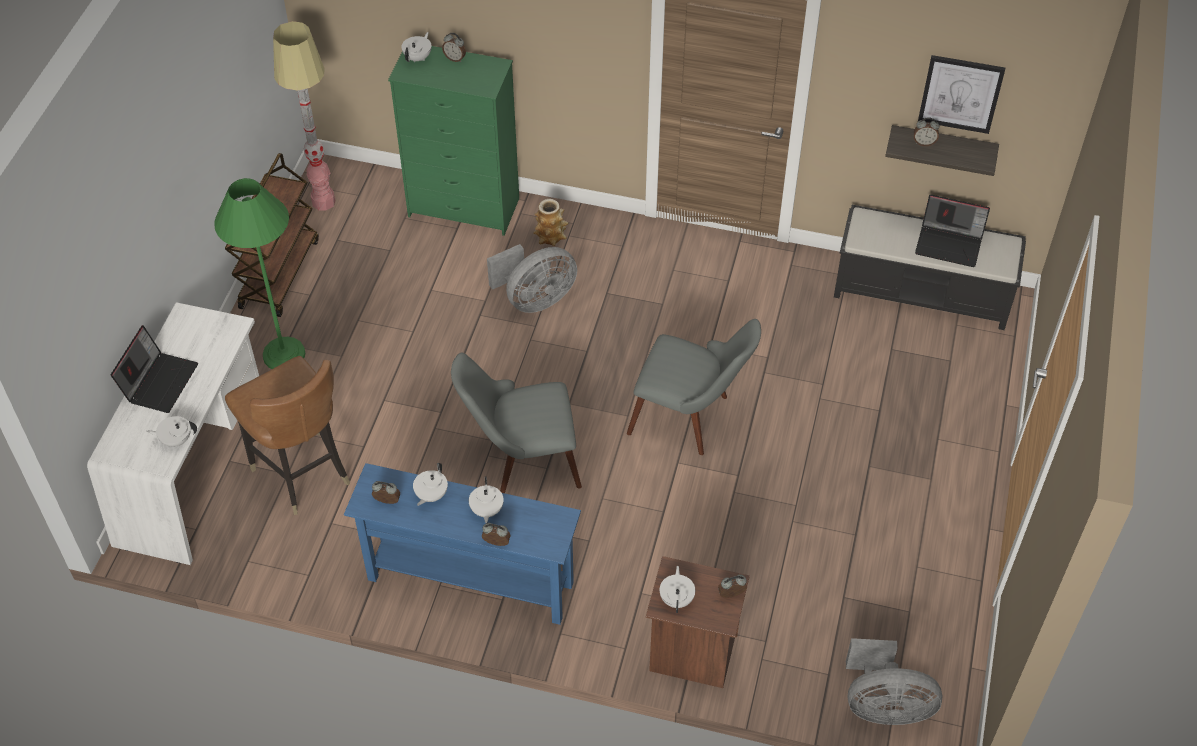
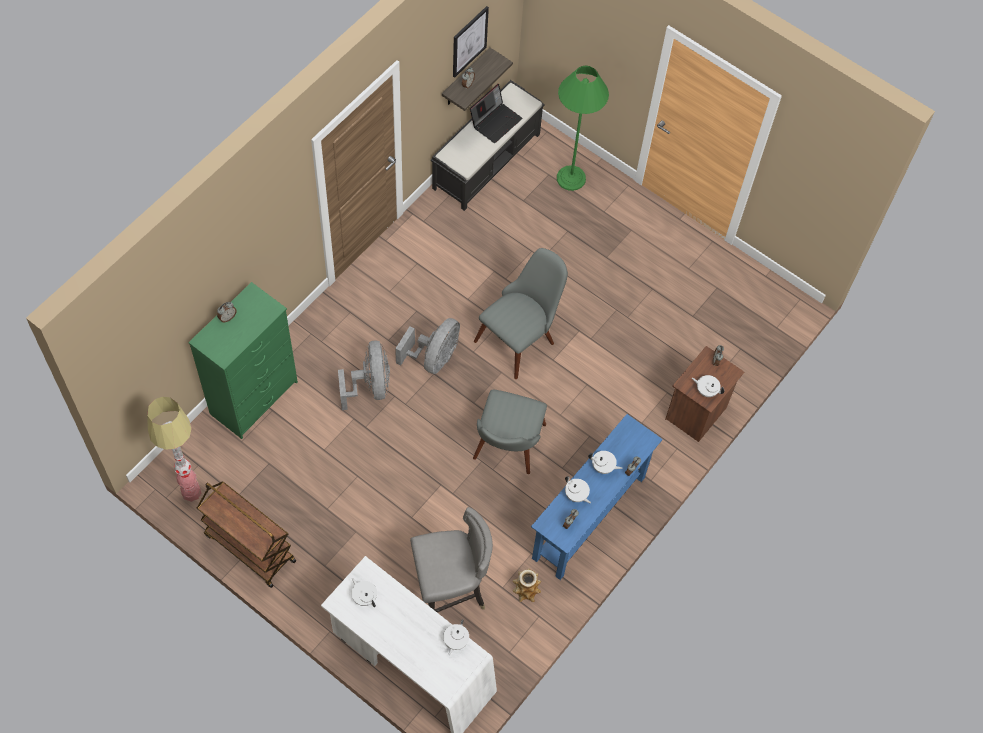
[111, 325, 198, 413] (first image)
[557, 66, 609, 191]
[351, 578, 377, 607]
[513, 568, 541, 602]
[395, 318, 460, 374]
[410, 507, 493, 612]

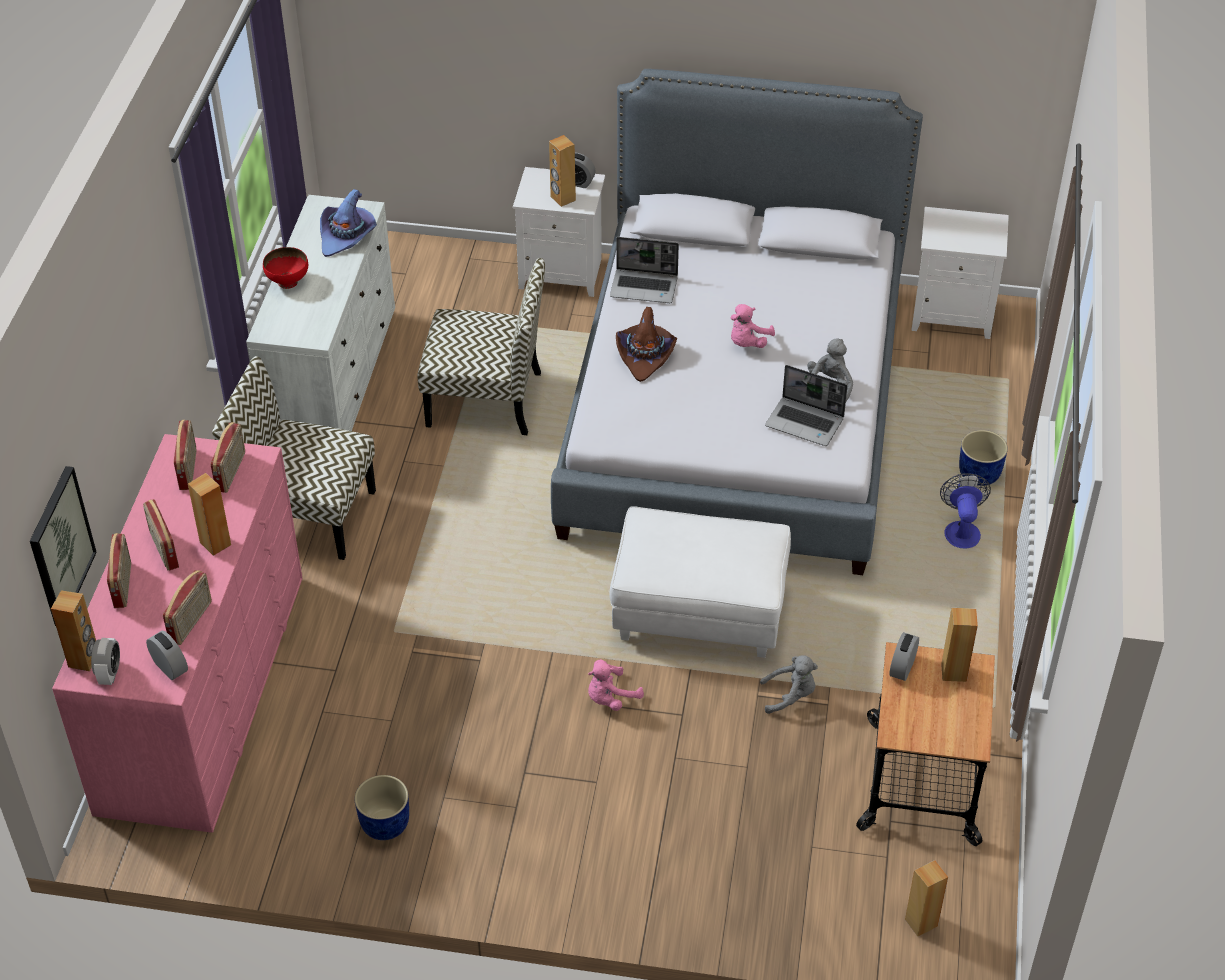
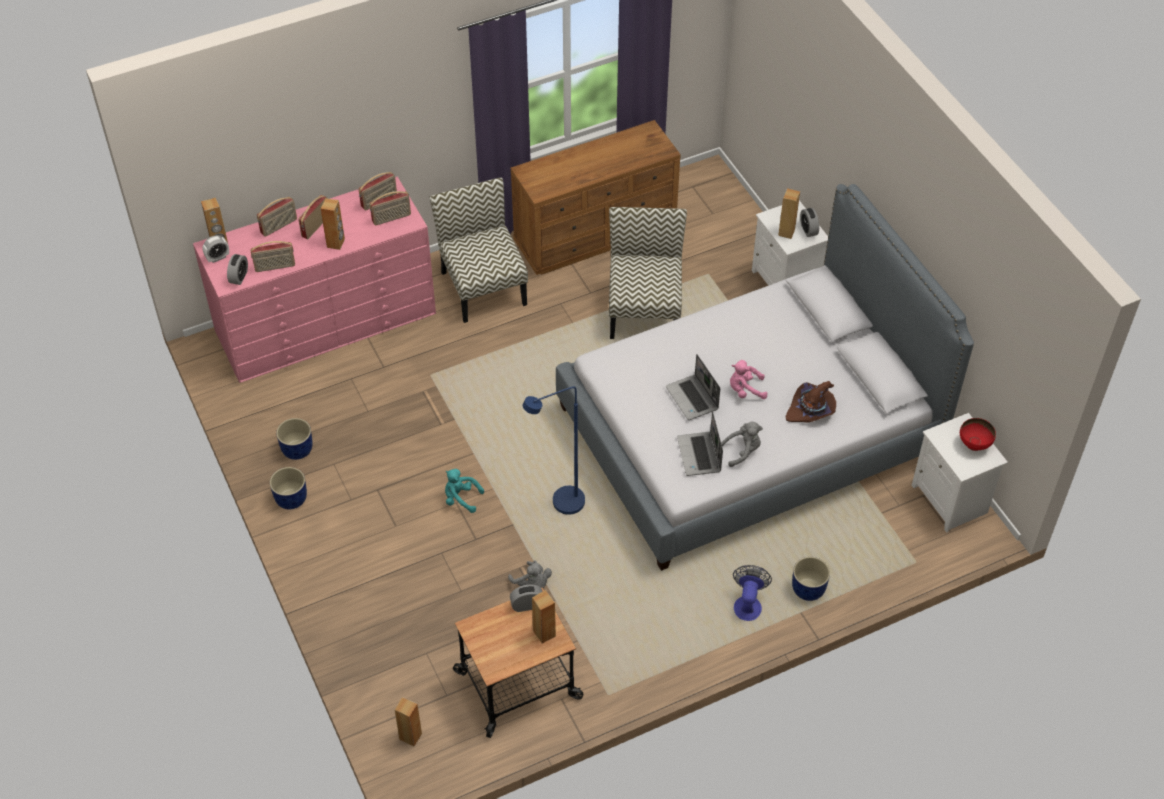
[30, 466, 97, 626] (first image)
[320, 189, 377, 257] (first image)
[270, 467, 307, 509]
[960, 418, 996, 451]
[666, 354, 720, 420]
[786, 381, 836, 422]
[523, 386, 585, 515]
[511, 120, 681, 275]
[445, 469, 484, 513]
[609, 207, 687, 339]
[733, 565, 772, 621]

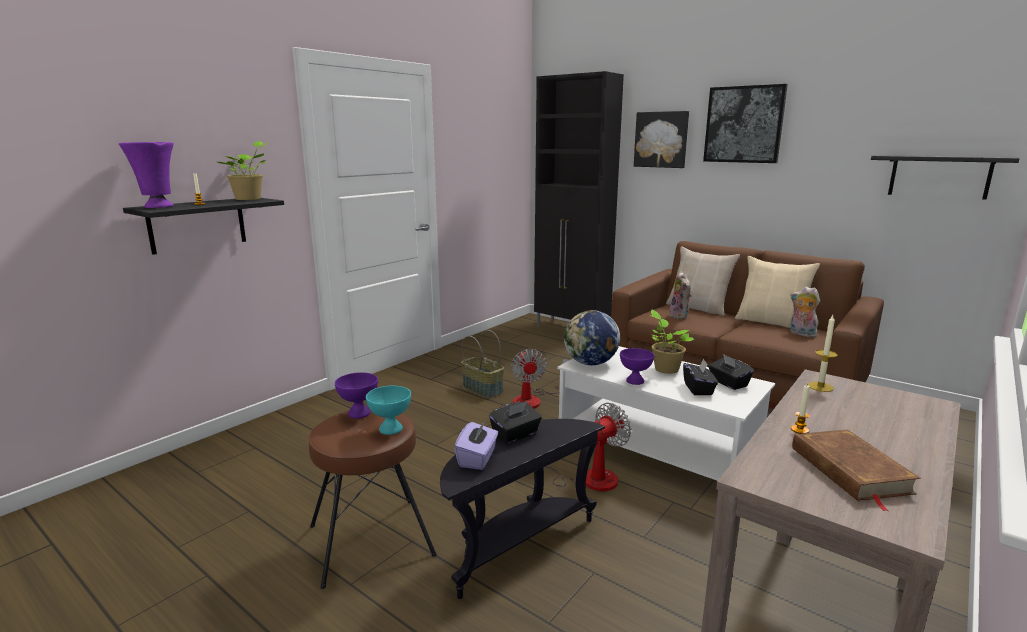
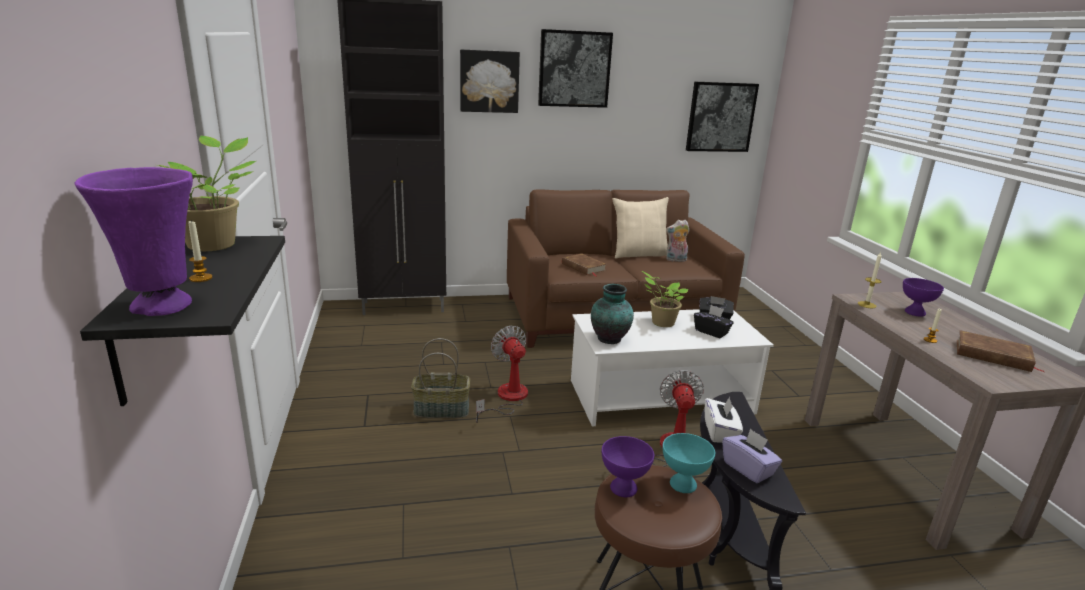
[666, 246, 740, 316] (first image)
[903, 278, 944, 317]
[591, 284, 634, 344]
[562, 253, 606, 276]
[686, 82, 759, 152]
[705, 397, 743, 443]
[476, 326, 528, 423]

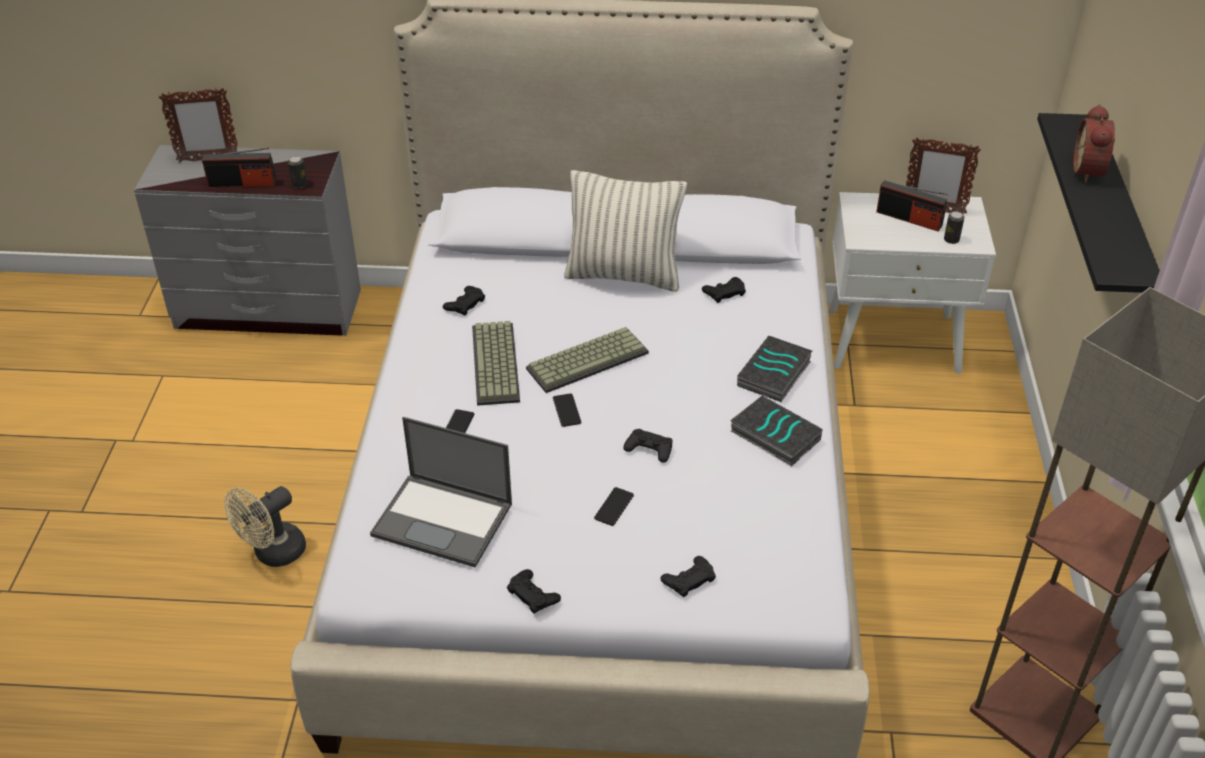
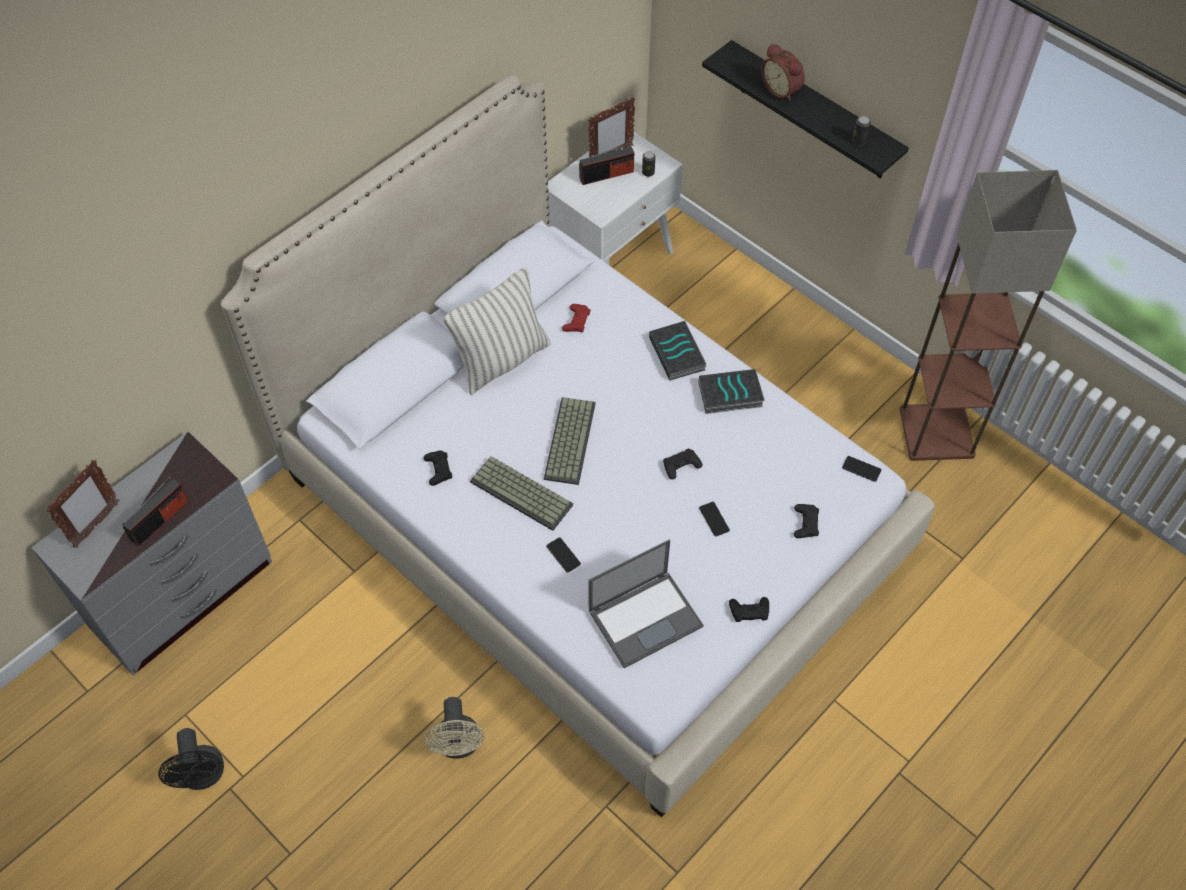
[158, 728, 224, 790]
[852, 116, 871, 146]
[842, 456, 881, 482]
[562, 304, 591, 332]

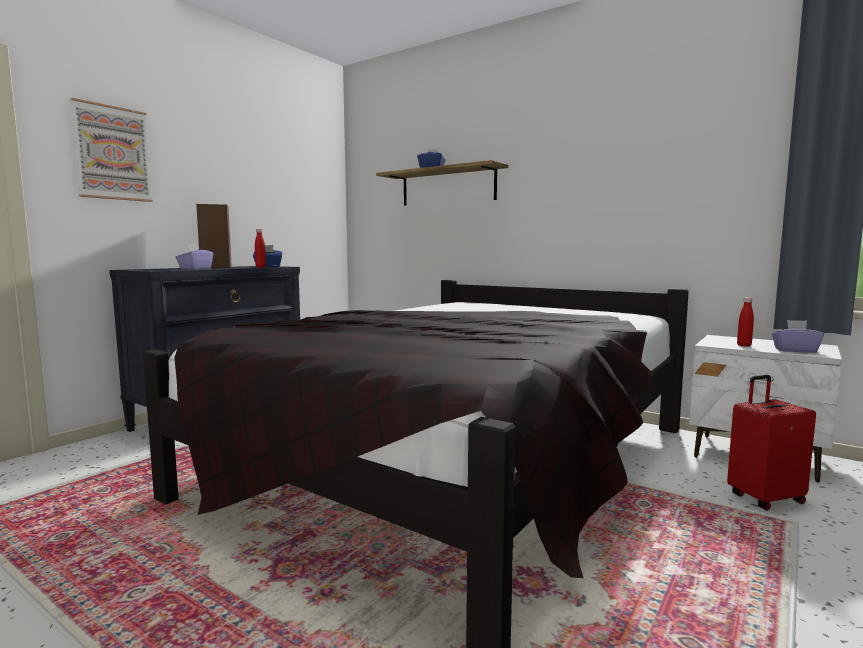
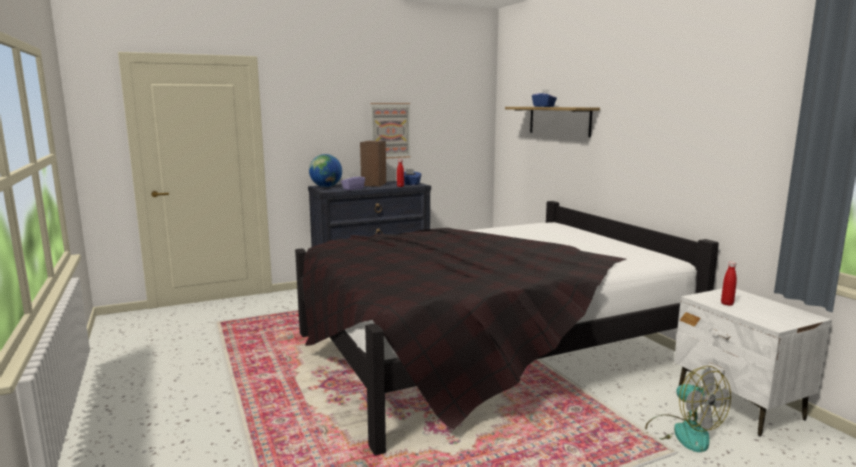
[772, 320, 824, 353] (first image)
[309, 154, 342, 187]
[370, 103, 411, 158]
[645, 366, 731, 452]

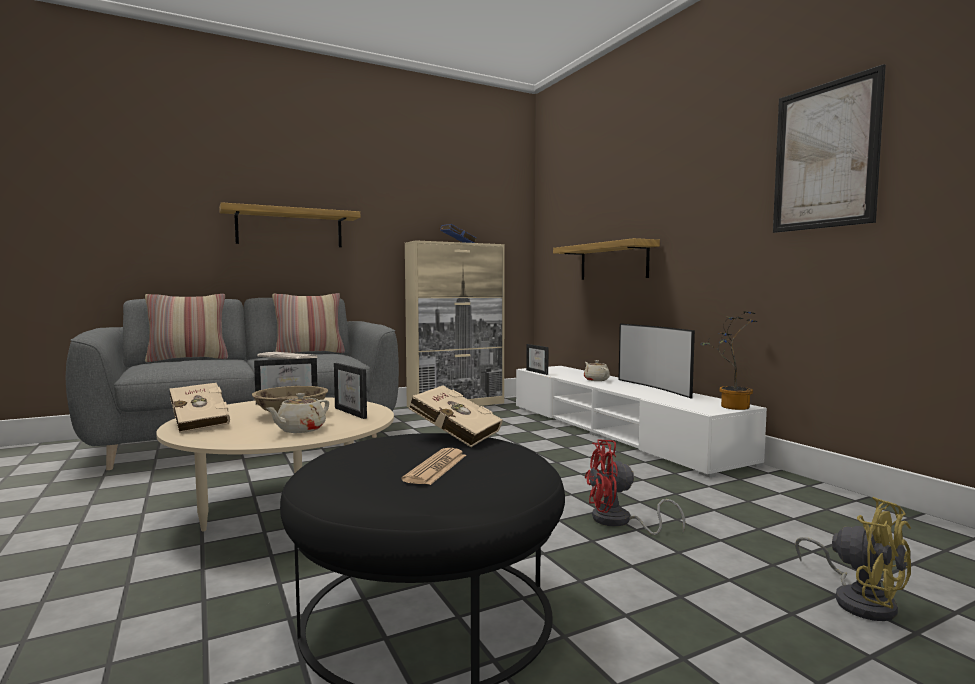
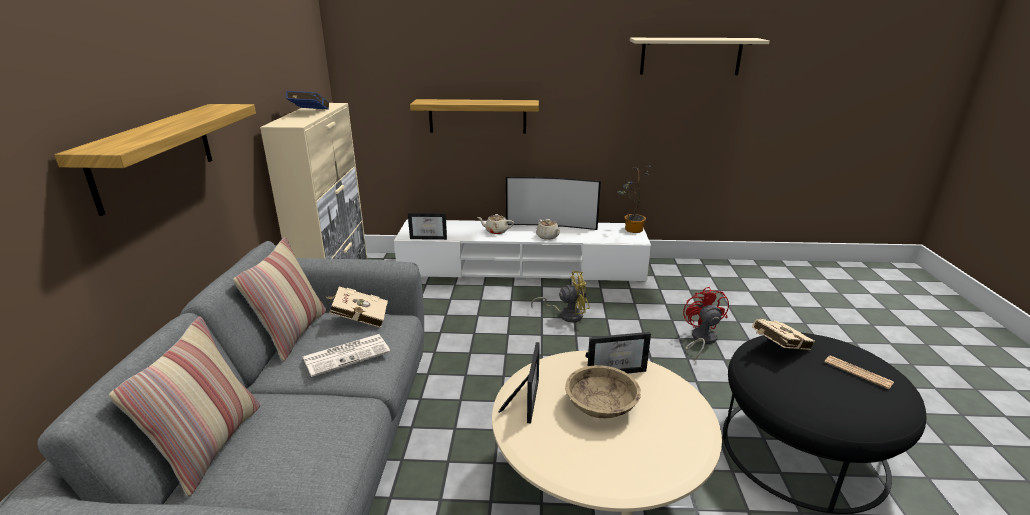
[326, 286, 388, 328]
[536, 219, 560, 240]
[531, 271, 590, 322]
[630, 38, 770, 75]
[683, 287, 729, 361]

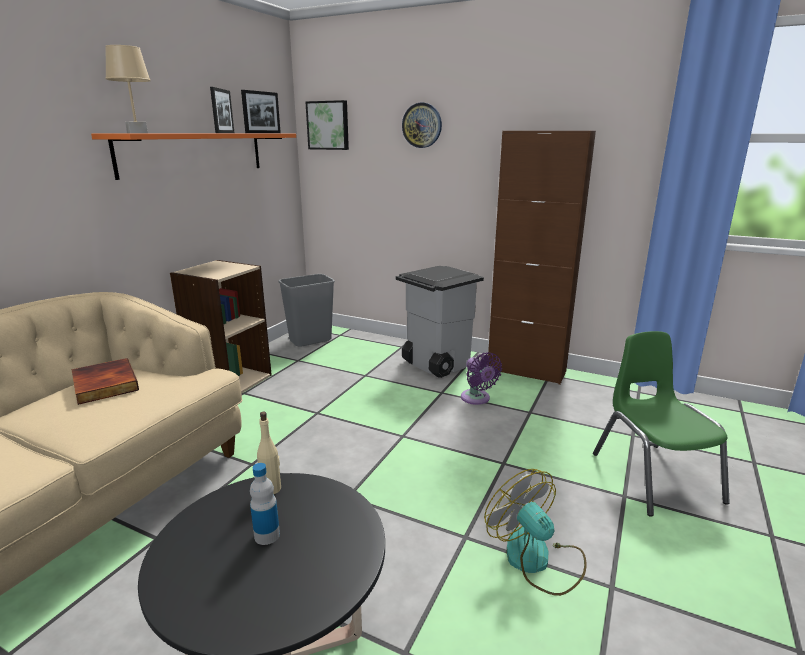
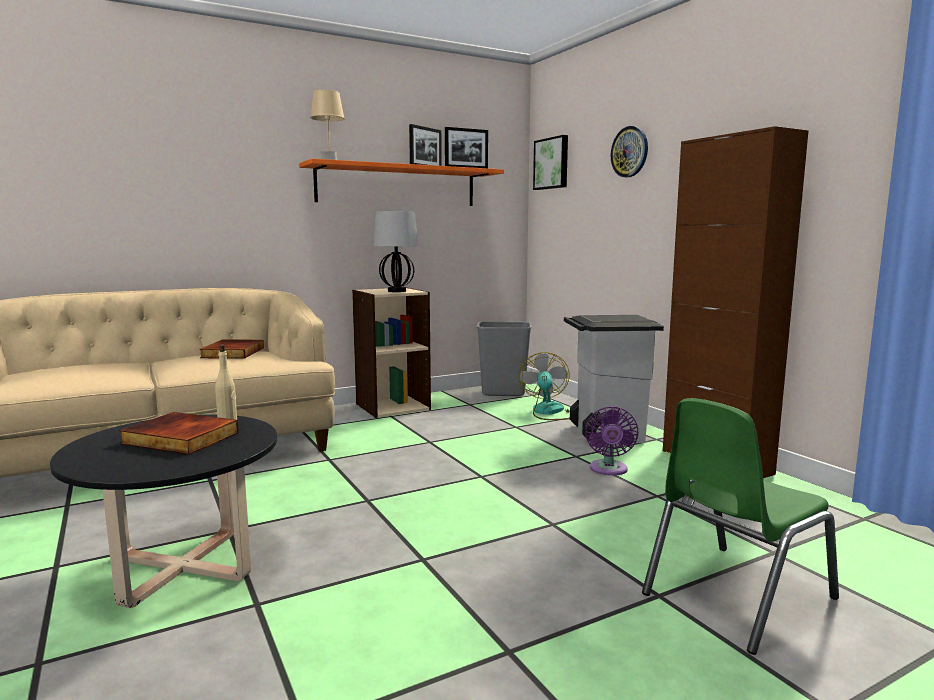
[374, 211, 418, 292]
[519, 352, 570, 420]
[119, 412, 239, 455]
[642, 398, 839, 655]

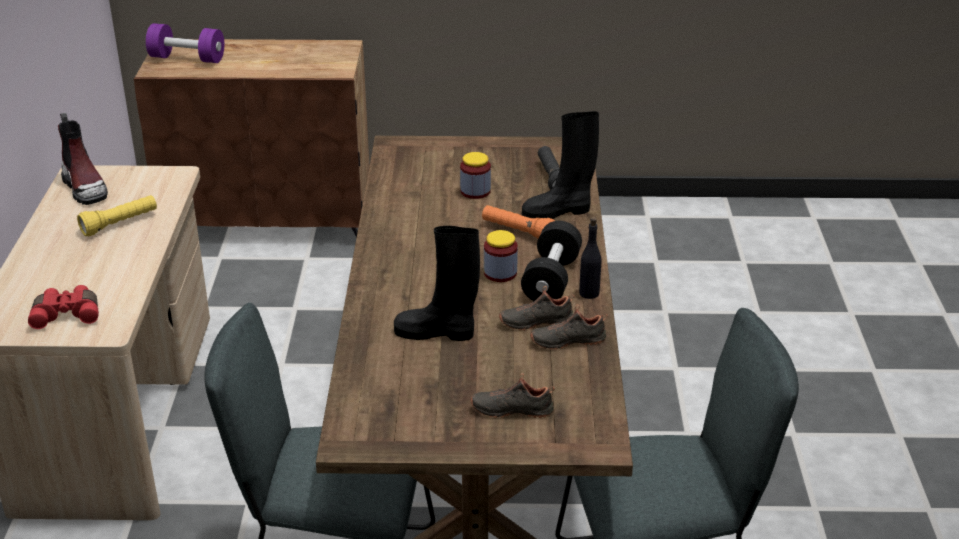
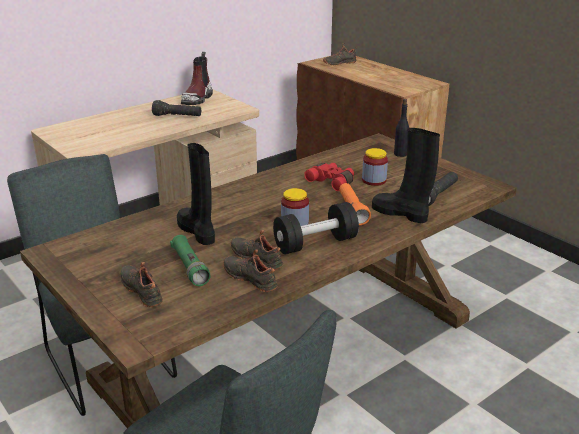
[170, 235, 211, 286]
[304, 163, 354, 191]
[394, 99, 409, 157]
[323, 43, 357, 66]
[152, 100, 201, 116]

